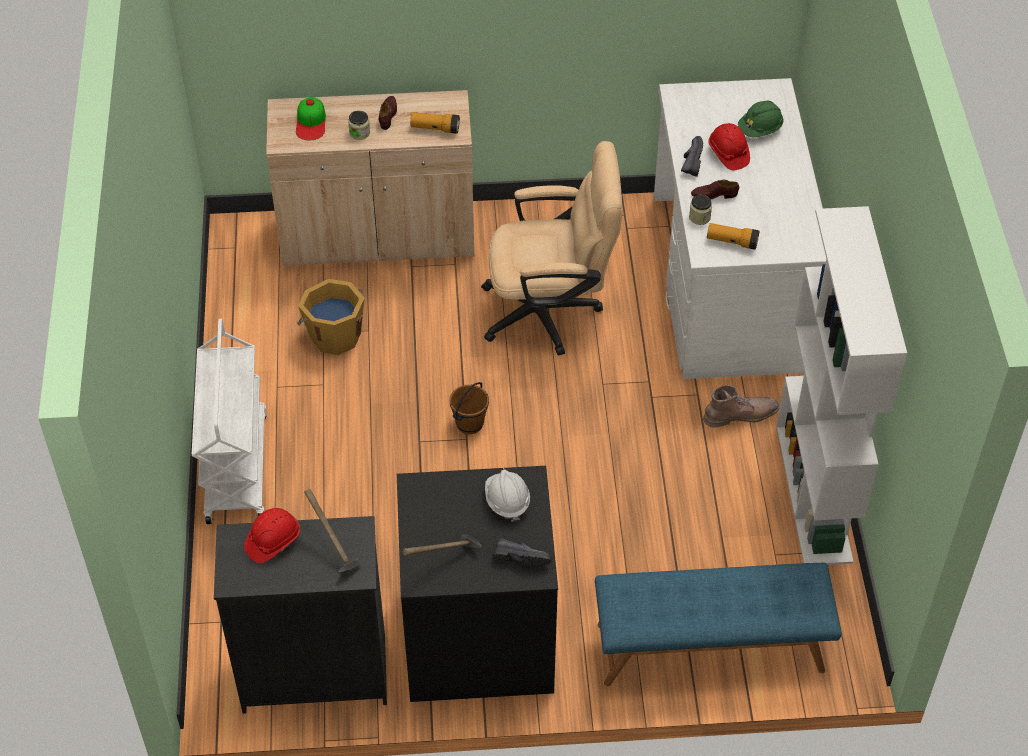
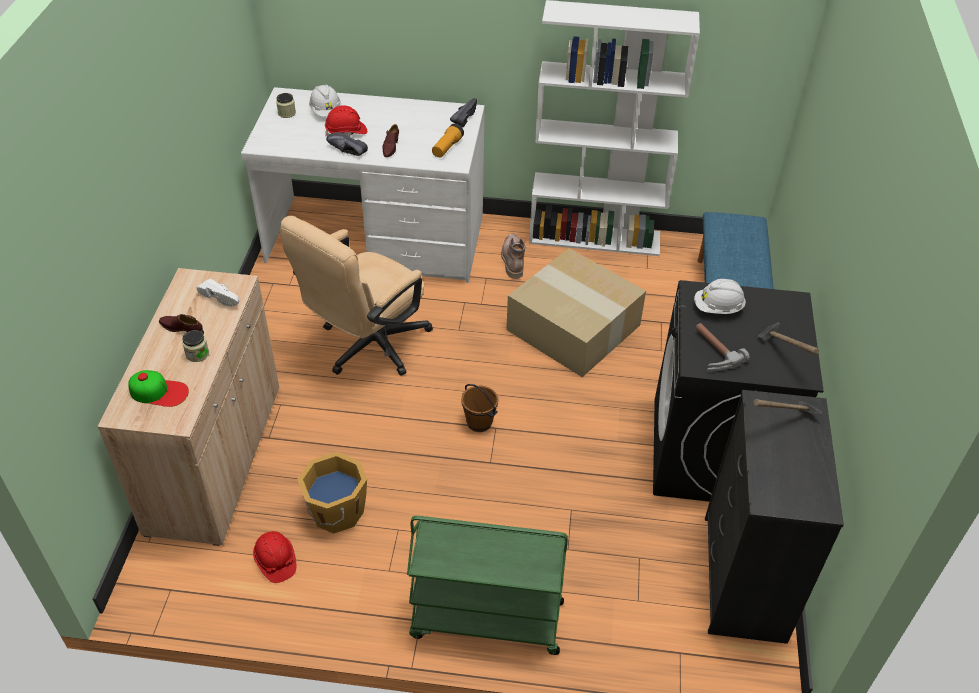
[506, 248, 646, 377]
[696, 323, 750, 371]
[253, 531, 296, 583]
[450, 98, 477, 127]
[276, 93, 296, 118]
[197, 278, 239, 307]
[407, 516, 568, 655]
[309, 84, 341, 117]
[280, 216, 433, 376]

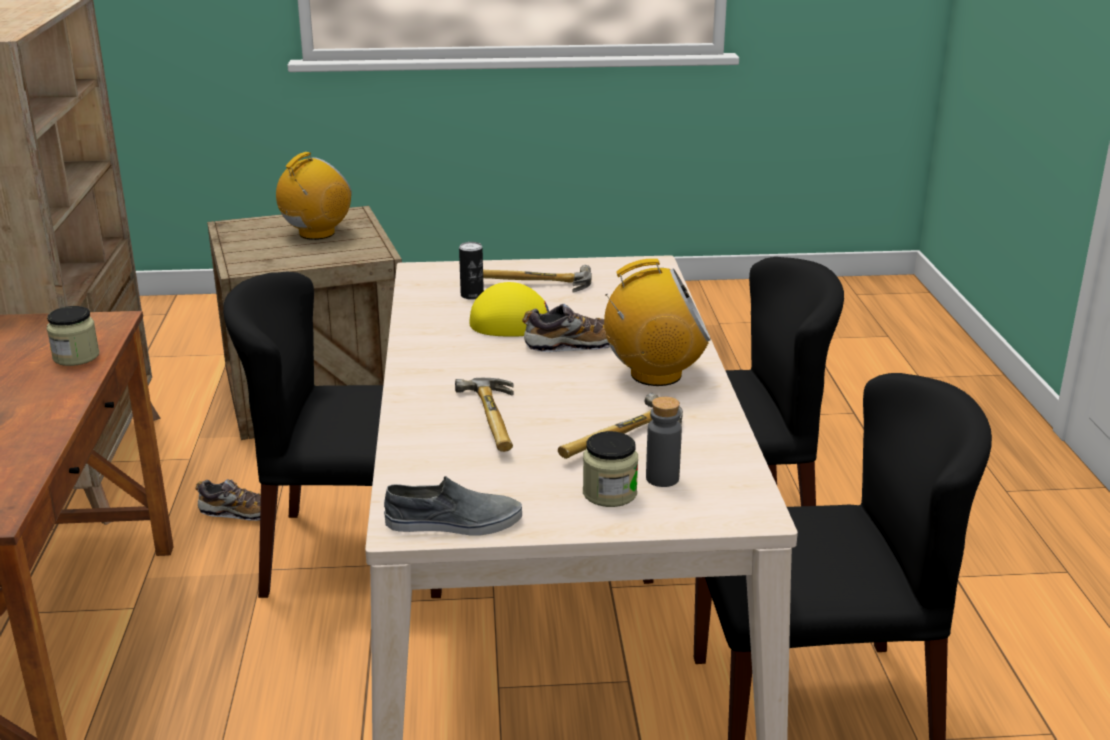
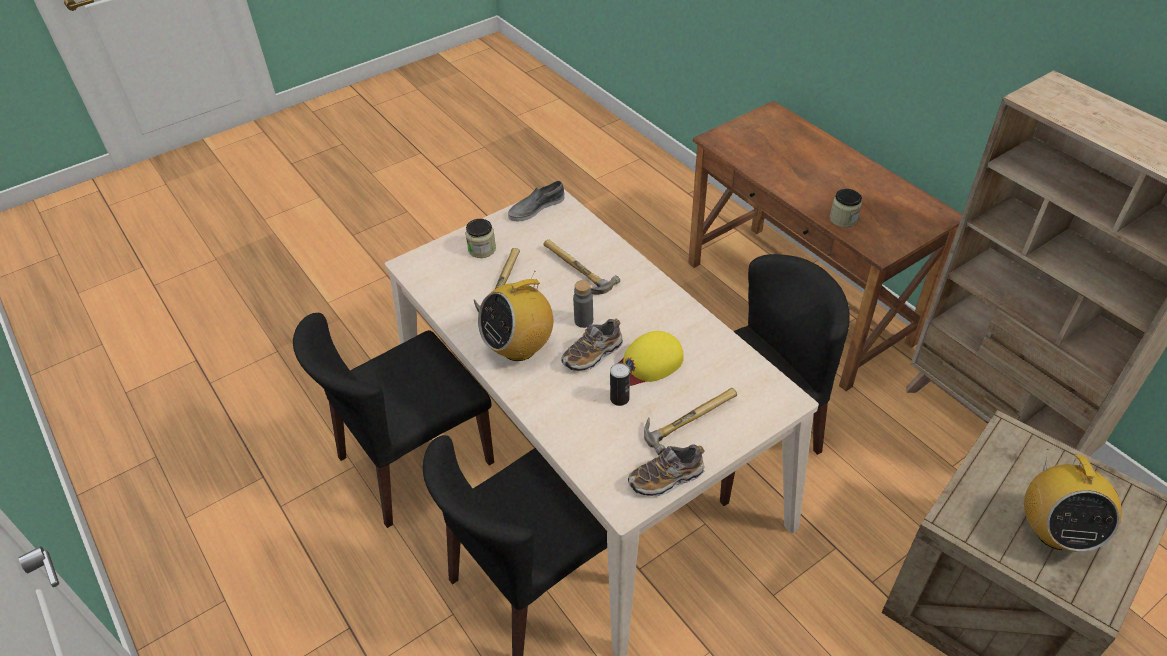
[628, 444, 705, 496]
[610, 363, 630, 406]
[573, 280, 593, 328]

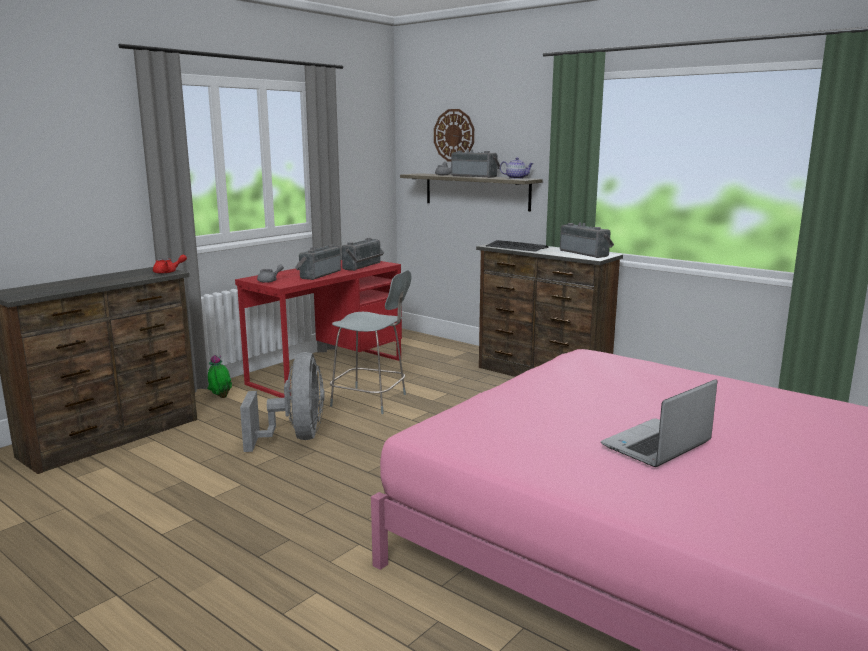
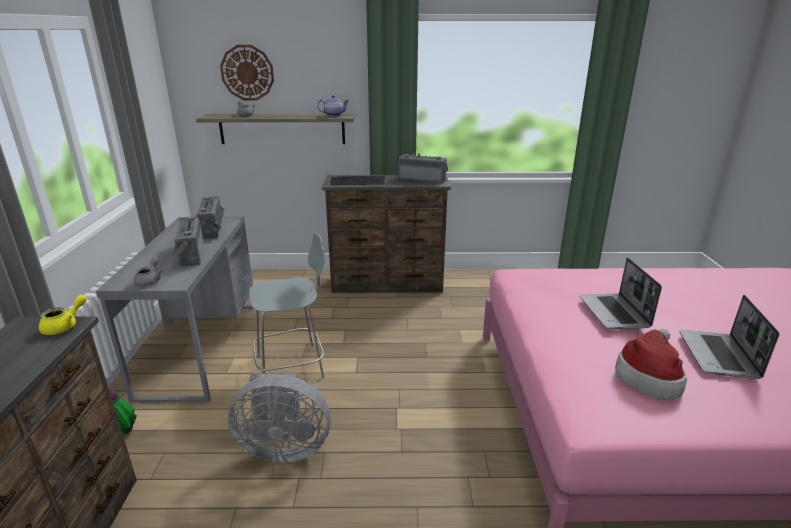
[451, 149, 500, 178] (first image)
[579, 258, 662, 329]
[615, 329, 687, 400]
[39, 295, 87, 335]
[96, 217, 254, 403]
[228, 373, 331, 462]

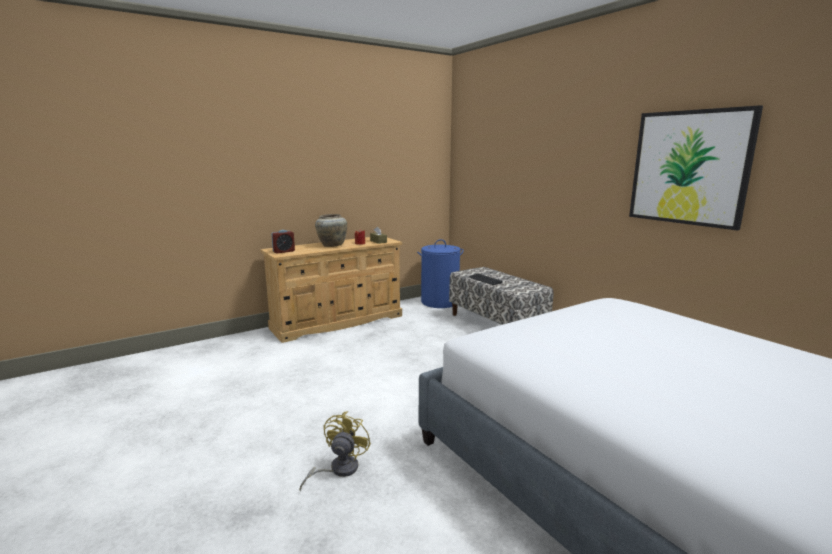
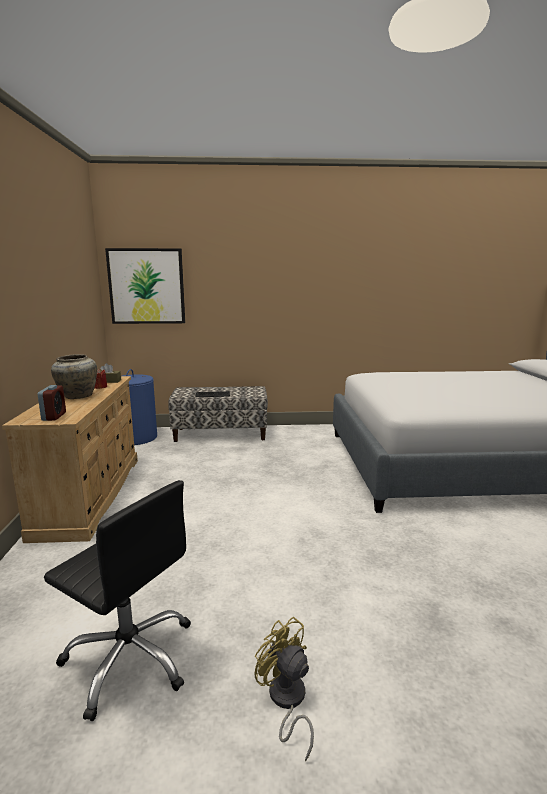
[44, 480, 191, 721]
[254, 617, 314, 761]
[105, 248, 185, 324]

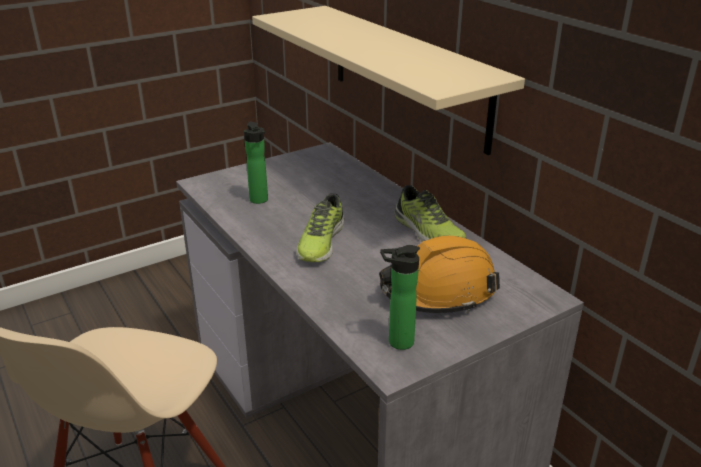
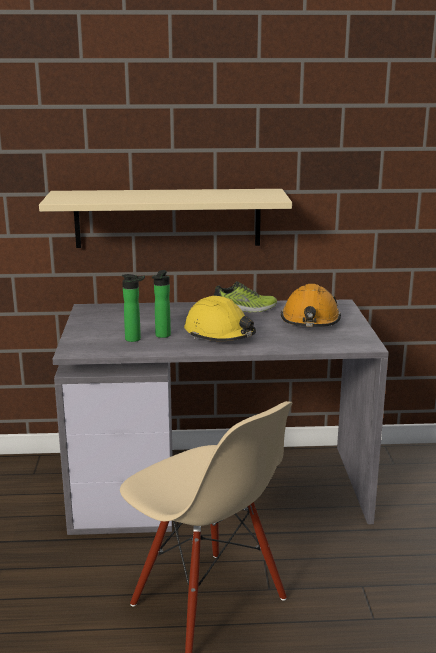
[152, 270, 171, 338]
[184, 296, 256, 341]

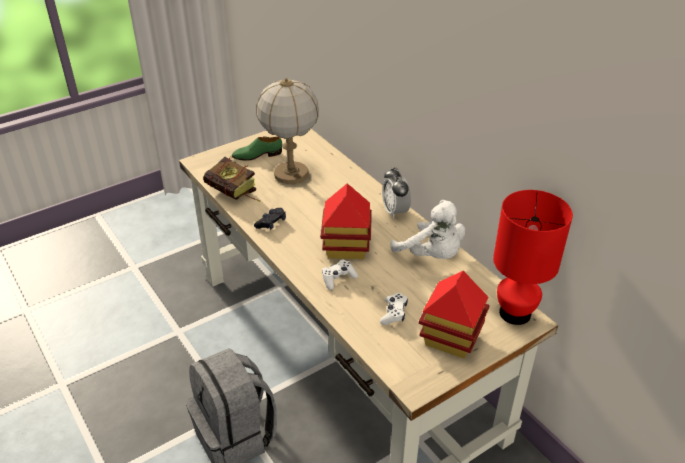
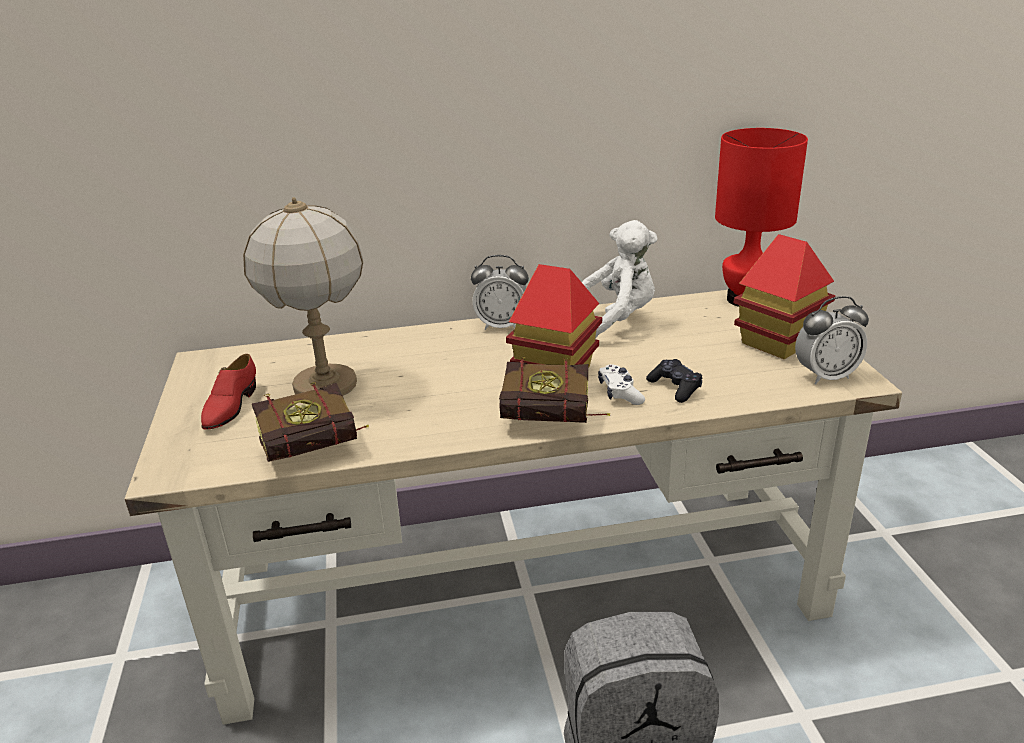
[380, 293, 408, 325] (first image)
[499, 357, 610, 423]
[795, 296, 869, 384]
[646, 359, 703, 403]
[201, 354, 256, 429]

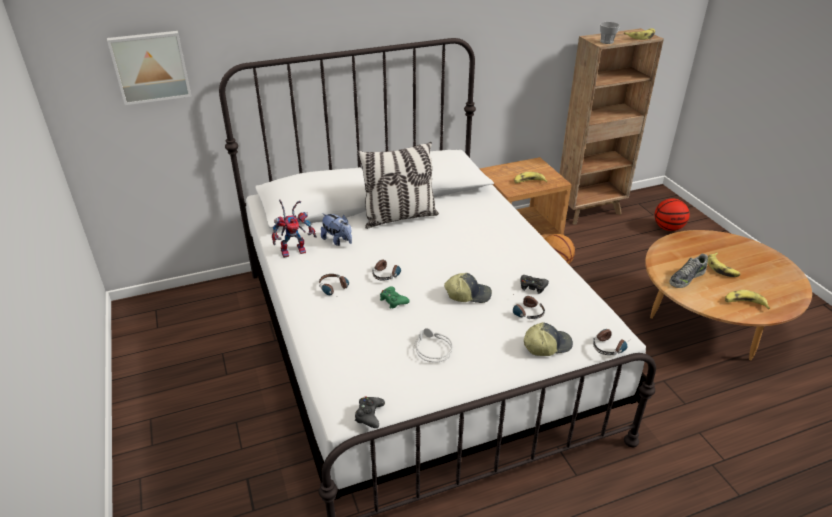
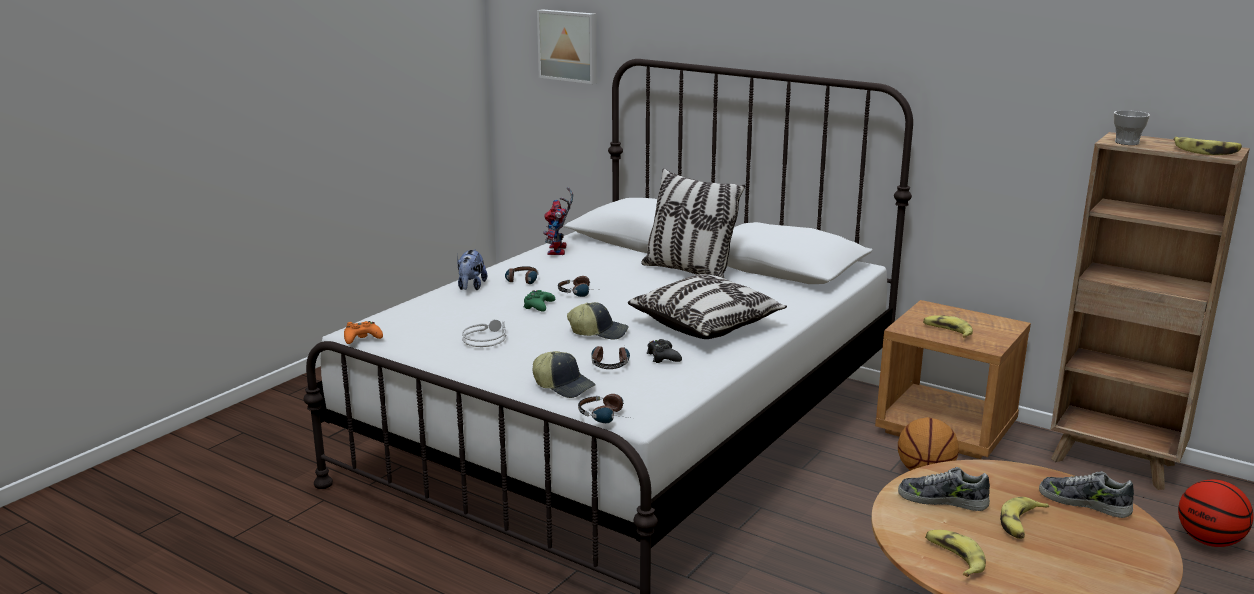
[628, 274, 787, 339]
[1039, 471, 1134, 518]
[457, 249, 487, 290]
[344, 321, 383, 344]
[543, 187, 573, 255]
[567, 302, 629, 340]

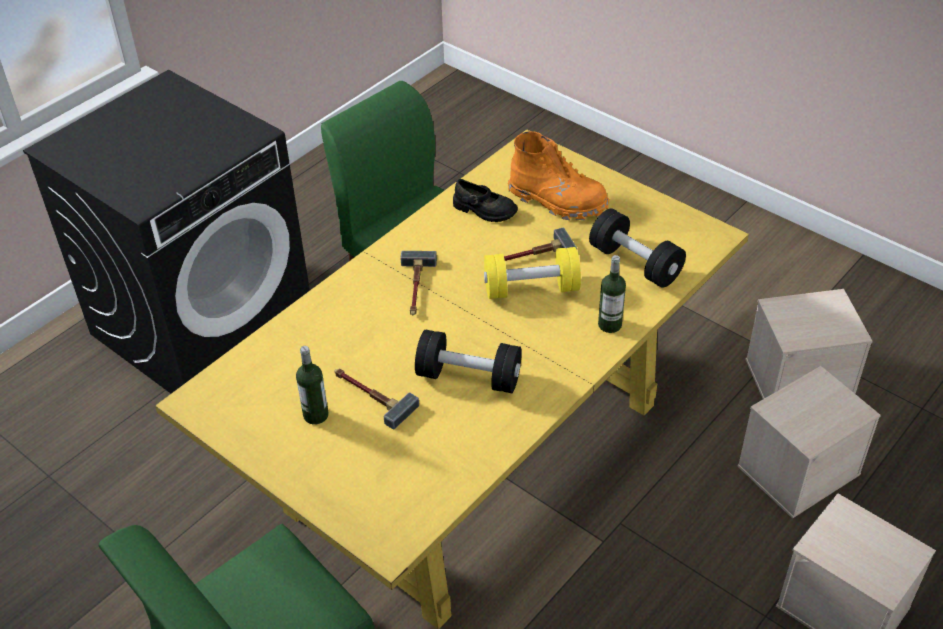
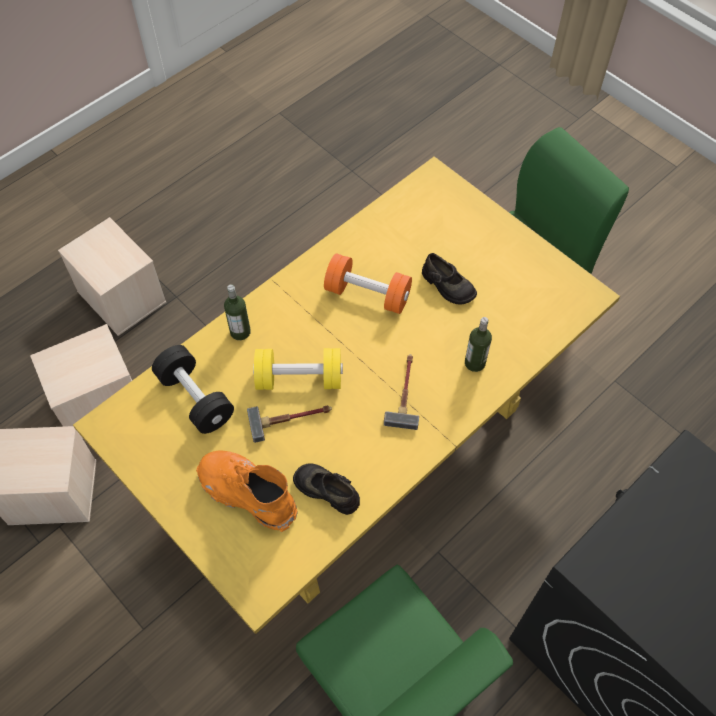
[465, 317, 492, 372]
[422, 253, 477, 305]
[324, 253, 412, 314]

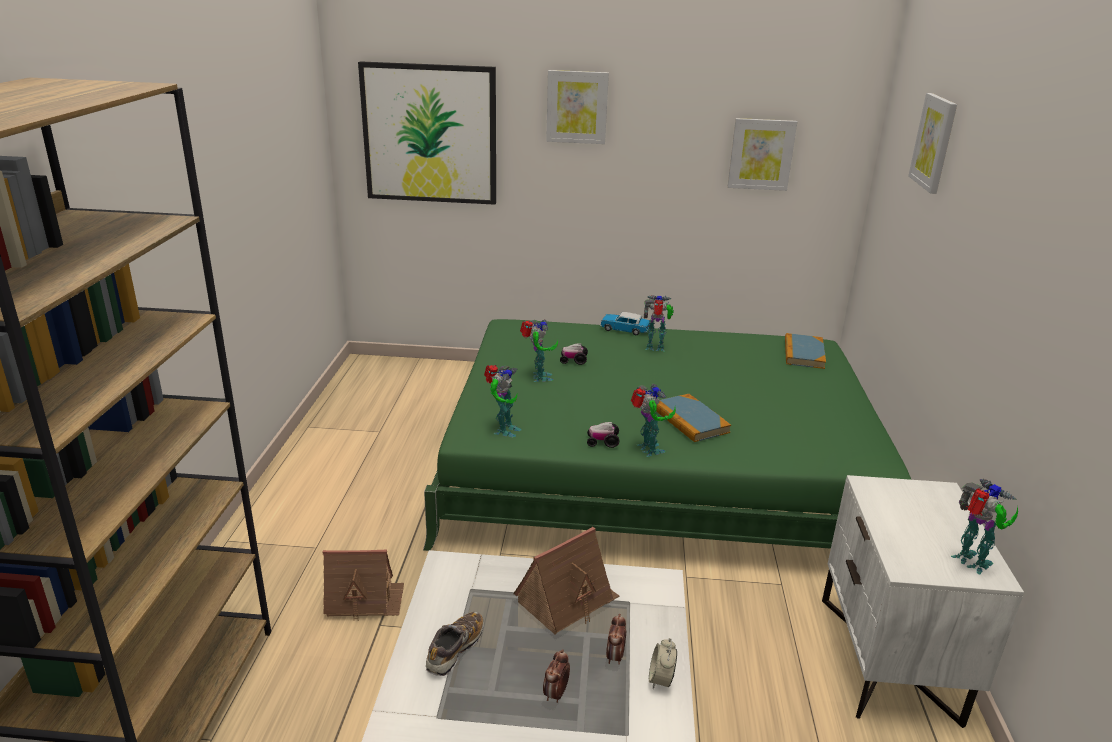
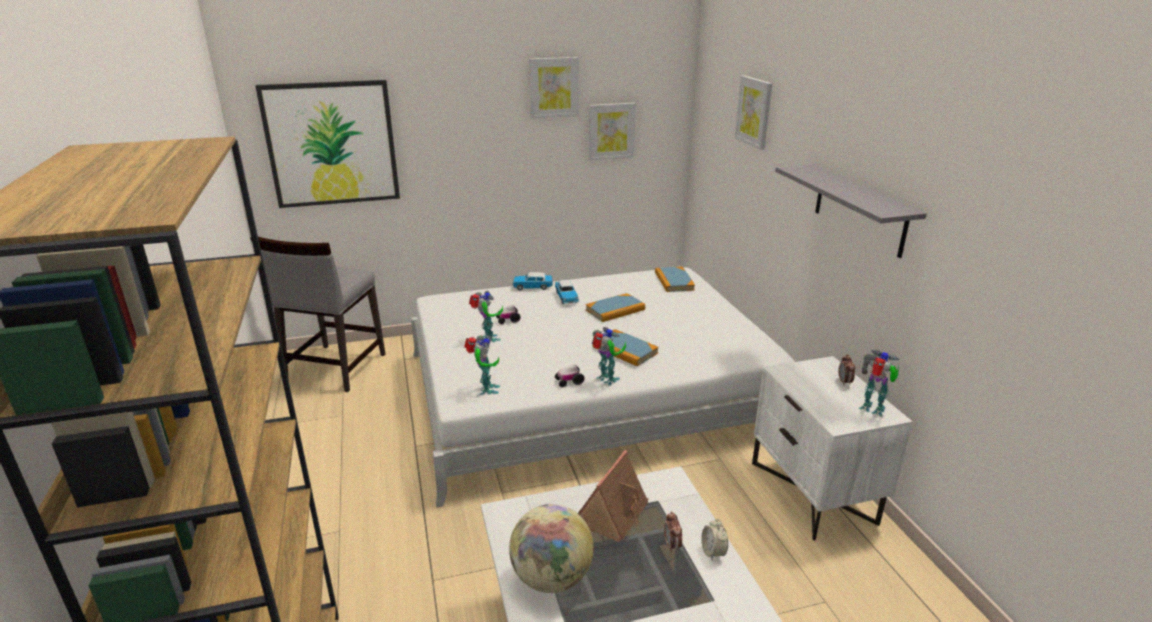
[323, 550, 404, 619] (first image)
[250, 237, 386, 392]
[586, 293, 645, 322]
[775, 164, 927, 258]
[838, 354, 855, 386]
[529, 57, 579, 119]
[509, 504, 594, 593]
[555, 280, 579, 304]
[411, 268, 795, 507]

